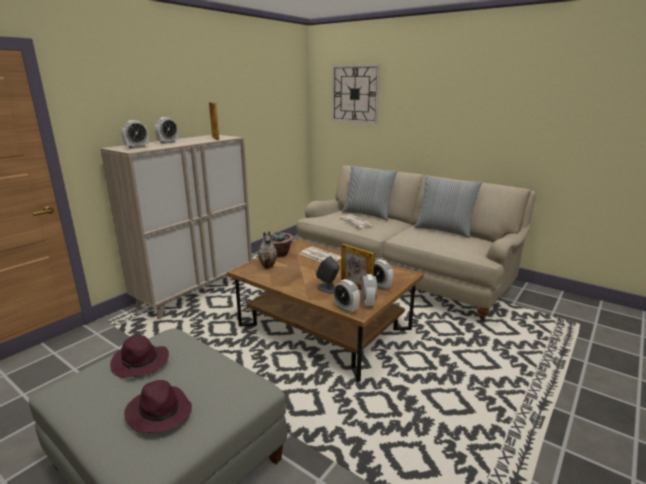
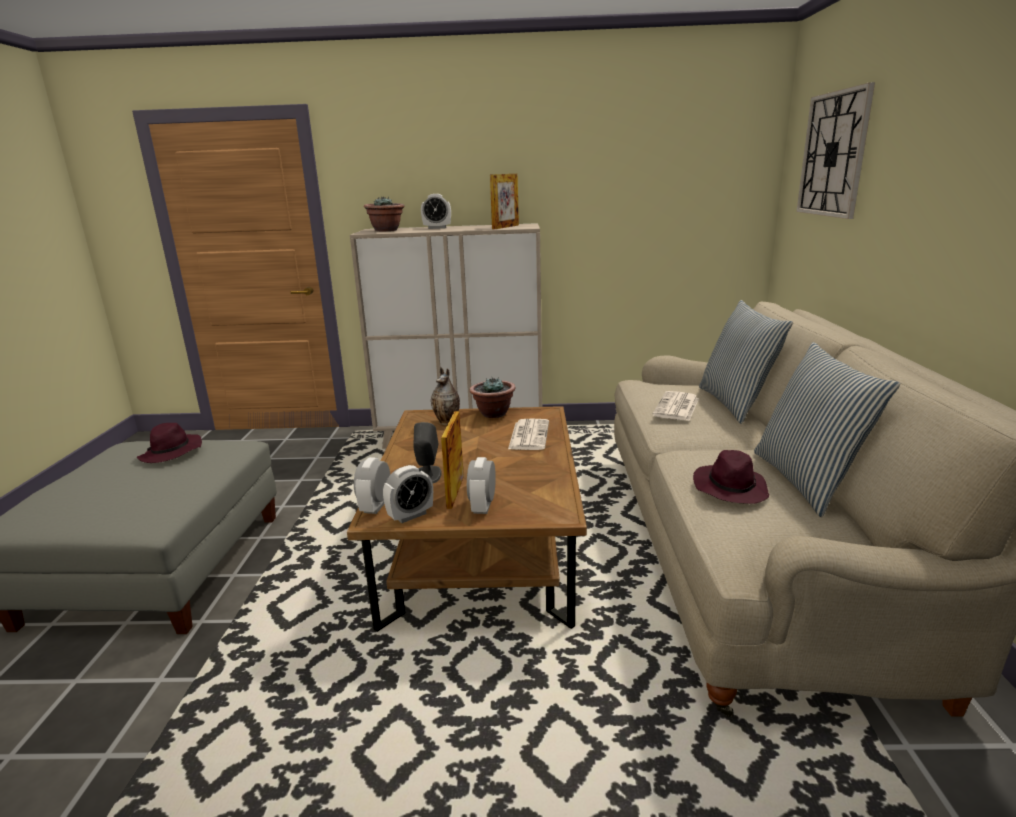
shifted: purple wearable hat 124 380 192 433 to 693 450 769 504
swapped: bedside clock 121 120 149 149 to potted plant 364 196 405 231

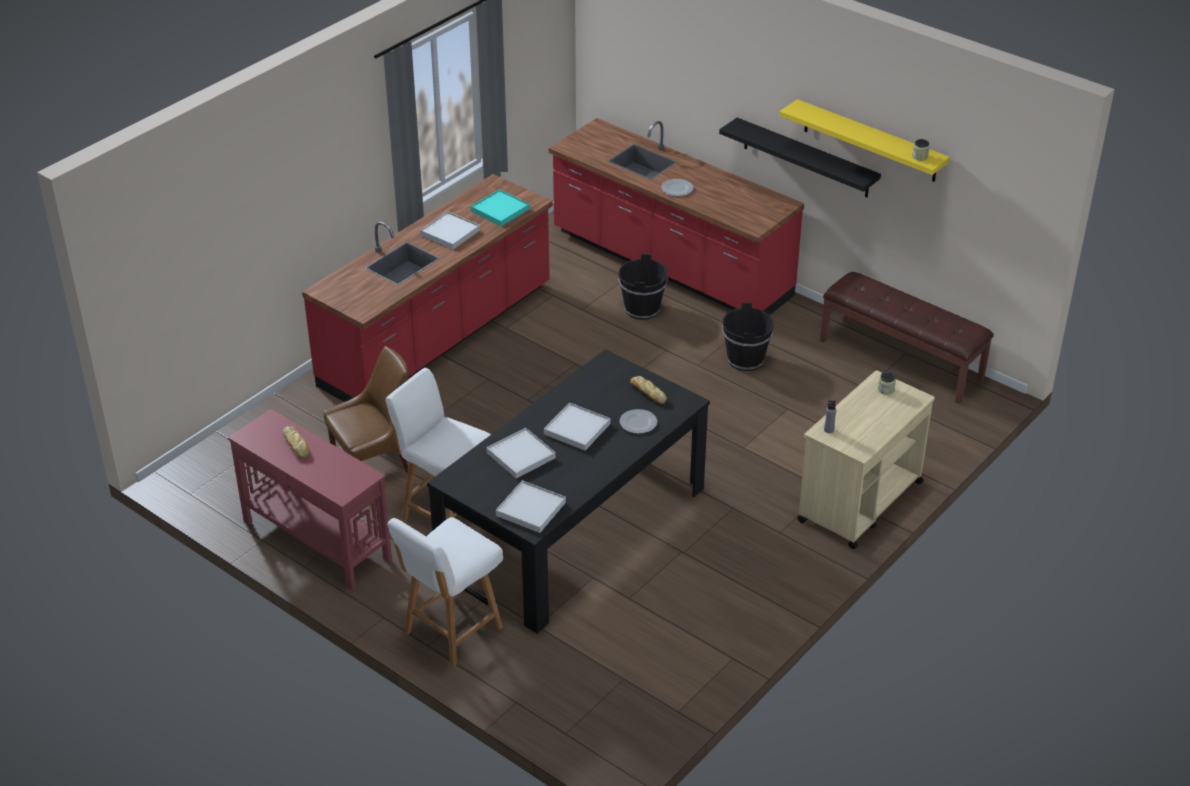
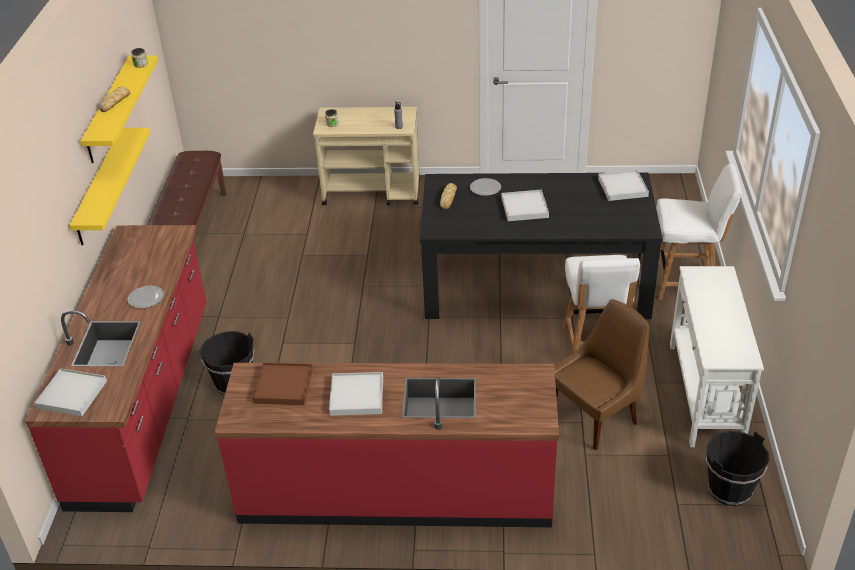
shifted: bakery bread 283 426 309 458 to 99 87 130 112; whitish serving tray 486 428 556 479 to 34 368 107 417; black-coloured water bucket 722 303 774 371 to 706 431 770 506
repainted: reddish hall table 228 409 392 591 to whitish hall table 670 266 764 447; blue-green serving tray 471 189 530 226 to brown serving tray 253 363 313 405; black-coloured wall shelf 719 118 881 198 to yellow-coloured wall shelf 69 128 150 246
rotated: brown plain chair 323 346 408 473 = 554 299 649 450 120 degrees clockwise

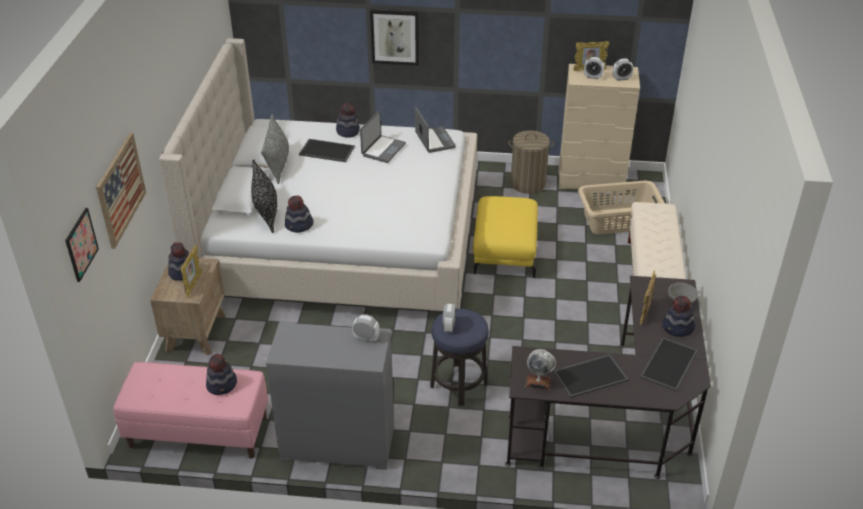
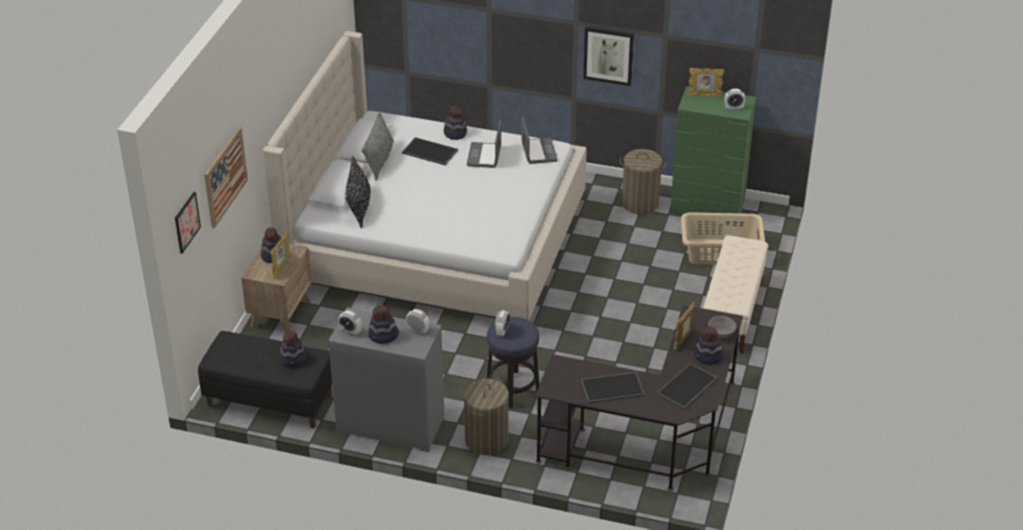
gone: yellow-coloured footrest 473 196 538 278; globe 526 349 556 390
new: washing basket 464 378 509 455
shifted: wearable hat 285 195 313 233 to 368 305 399 344; picture 370 9 419 66 to 583 26 634 86; bedside clock 584 57 604 79 to 338 310 362 336
repainted: pink long seat 113 362 268 458 to black-coloured long seat 198 331 332 428; sand-coloured dresser 559 64 640 192 to green-coloured dresser 670 86 756 223
rotated: laptop 360 111 406 163 = 467 120 501 168 150 degrees clockwise

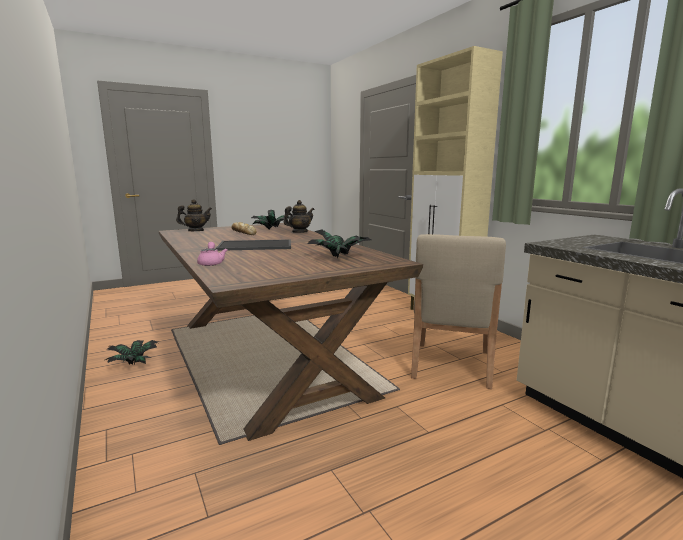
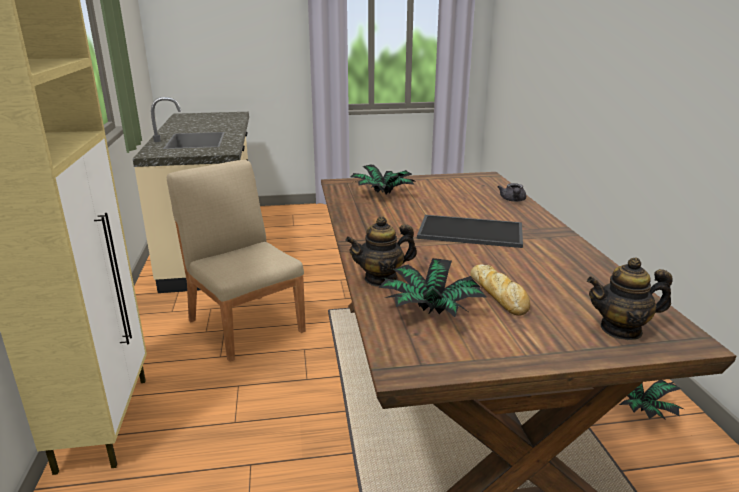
repainted: pink teapot 197 242 227 266 to gray teapot 498 183 526 202
rotated: sand-coloured plain chair 411 234 506 389 = 167 160 306 362 75 degrees counterclockwise

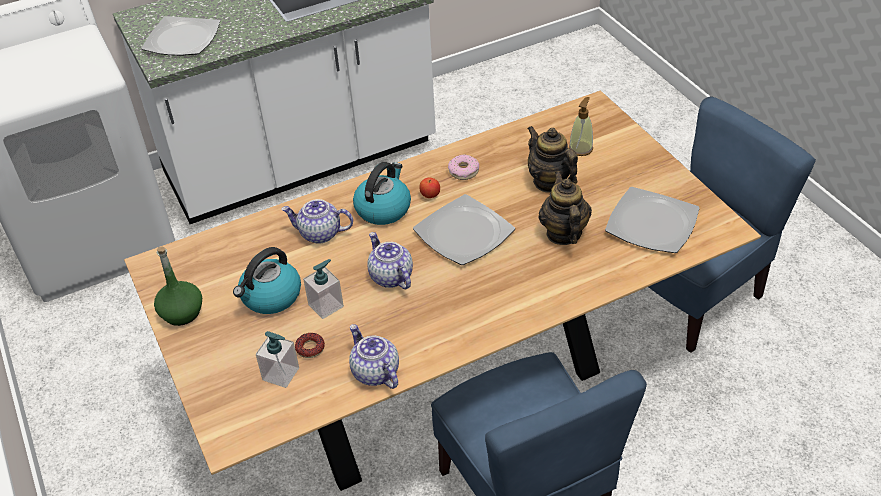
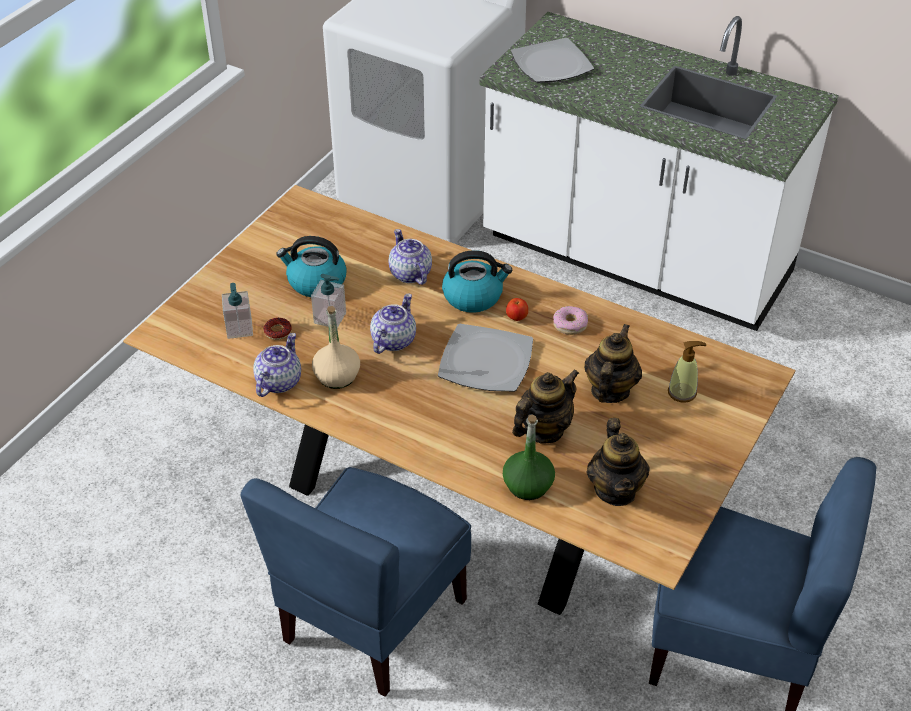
new: sand-coloured drink bottle 312 306 360 389
shifted: green-coloured drink bottle 154 246 202 326 to 503 415 555 500
swapped: dinner plate 605 187 700 253 to teapot 586 418 650 506

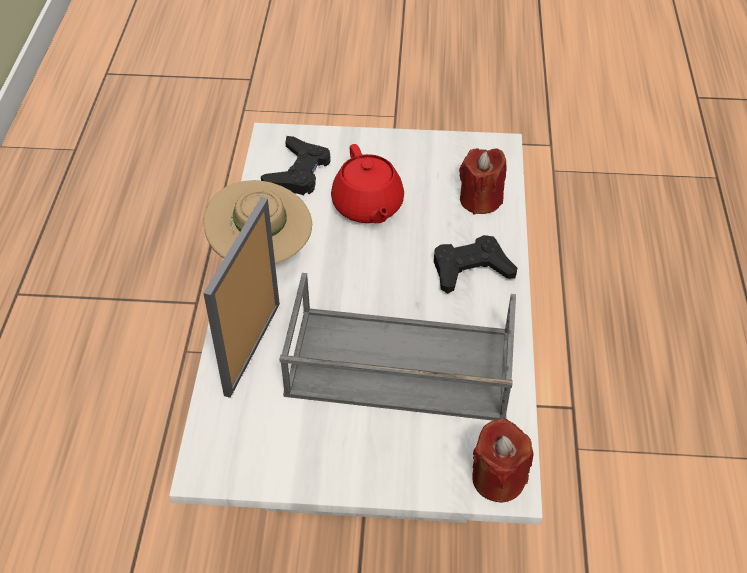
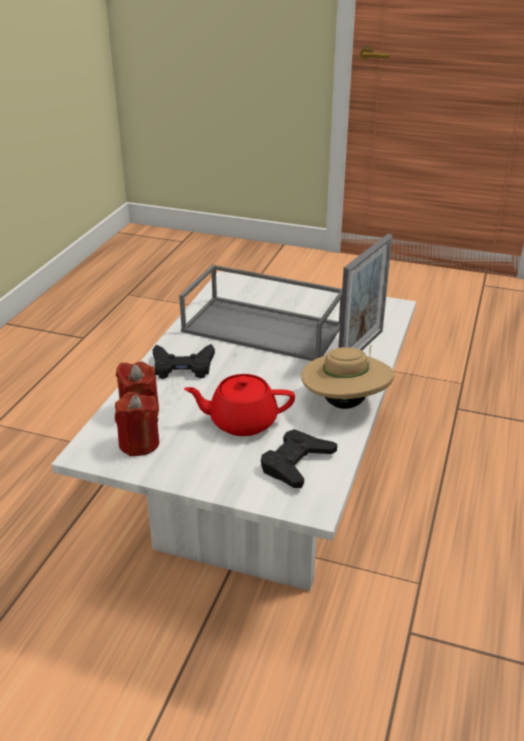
shifted: reddish candle 472 418 534 503 to 115 392 159 456
rotated: reddish teapot 331 144 404 223 = 184 374 295 436 90 degrees counterclockwise

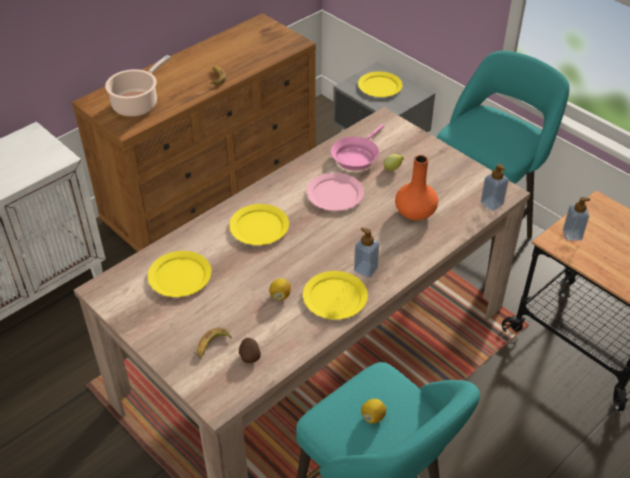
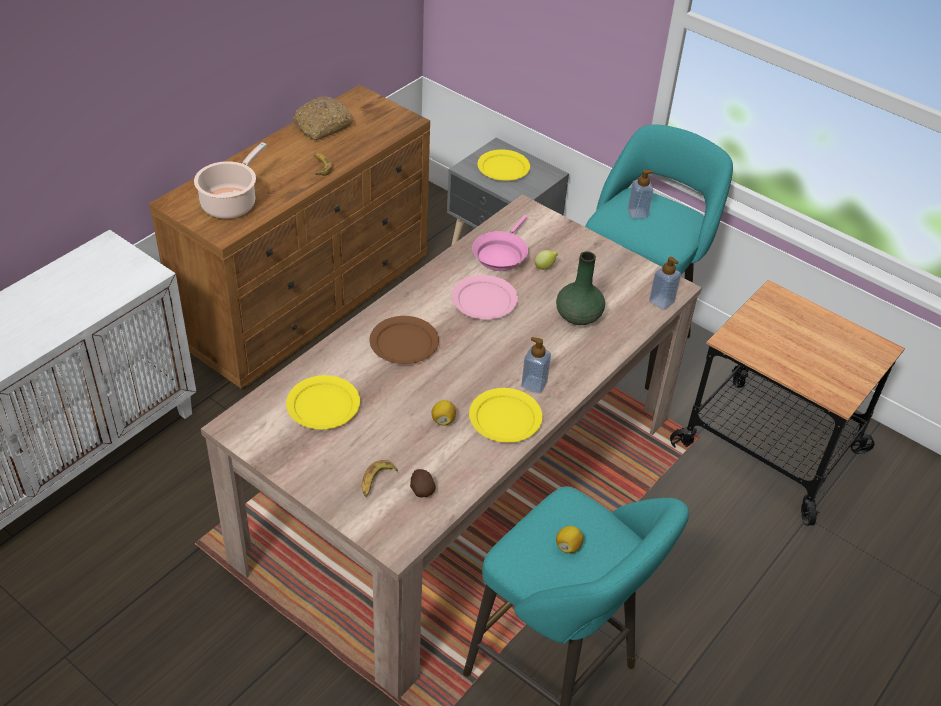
new: bakery bread 293 97 353 140
shifted: liquid soap bottle 563 197 590 241 to 628 170 653 218
repainted: yellow-coloured dinner plate 229 204 289 245 to brown dinner plate 370 316 439 364; orange-coloured decorative vase 395 155 438 220 to green-coloured decorative vase 556 251 605 325

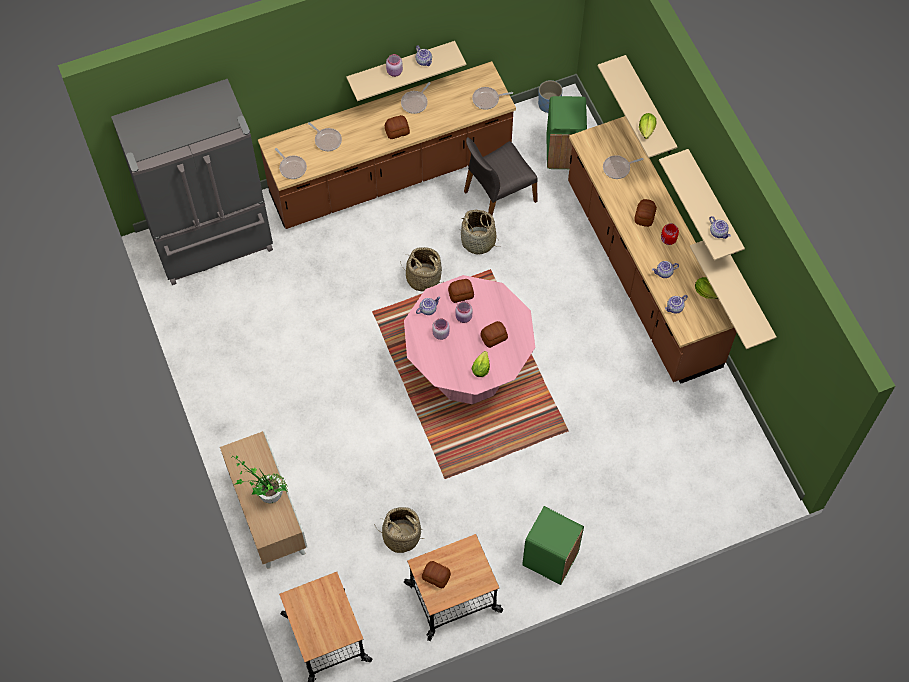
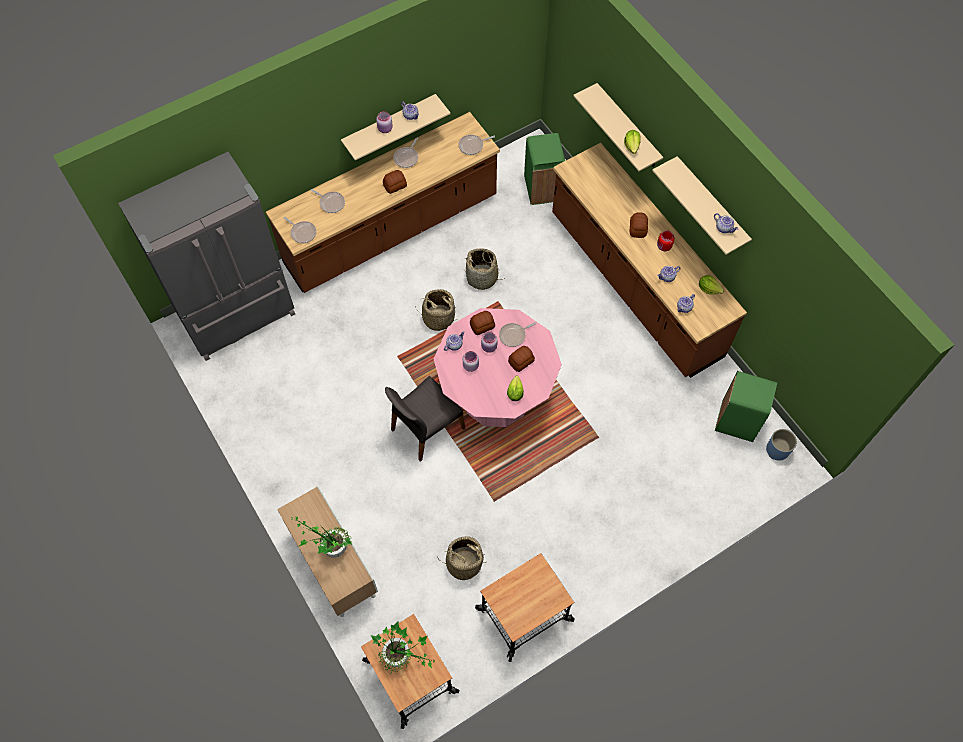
gone: bakery bread 422 561 451 588; sand-coloured wall shelf 690 241 776 349
new: potted plant 371 622 435 675
shifted: gray plain chair 464 137 538 216 to 385 376 465 462; green-coloured trash can 522 506 584 585 to 715 371 777 442; blue-coloured flower pot 538 80 563 113 to 766 429 797 461; pan 603 155 643 179 to 499 322 537 347

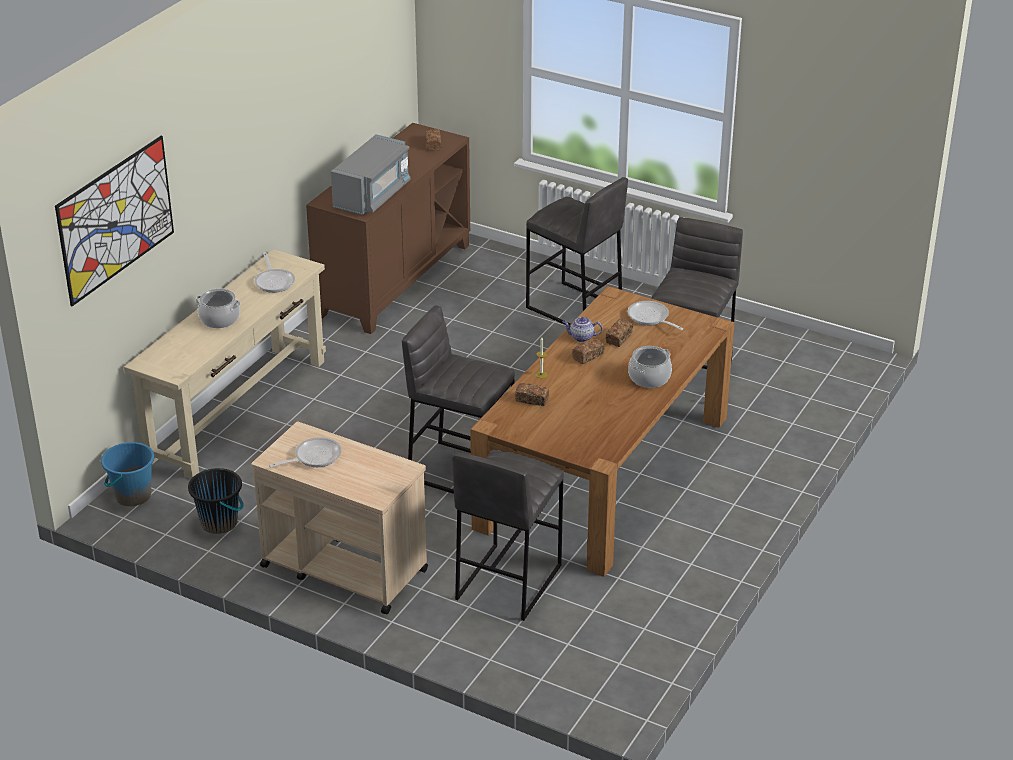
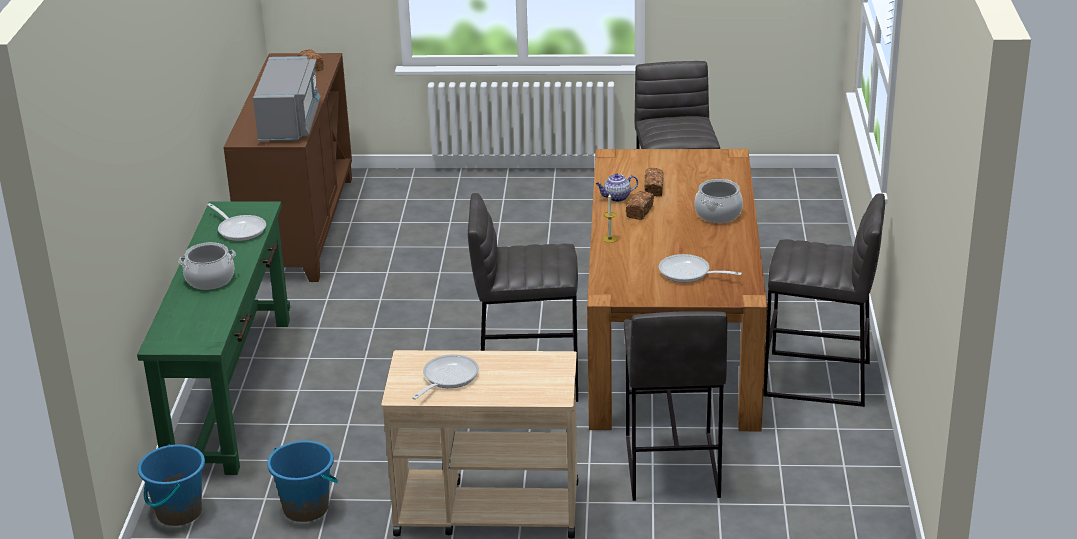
gone: picture 55 136 174 306; bakery bread 515 383 549 406
shifted: gray stool seat 526 177 628 325 to 763 193 885 407; pan 628 301 683 330 to 659 254 742 283
repainted: sand-coloured hall table 124 249 326 479 to green-coloured hall table 137 201 290 475; black-coloured water bucket 188 468 244 534 to blue-coloured water bucket 267 440 338 522

